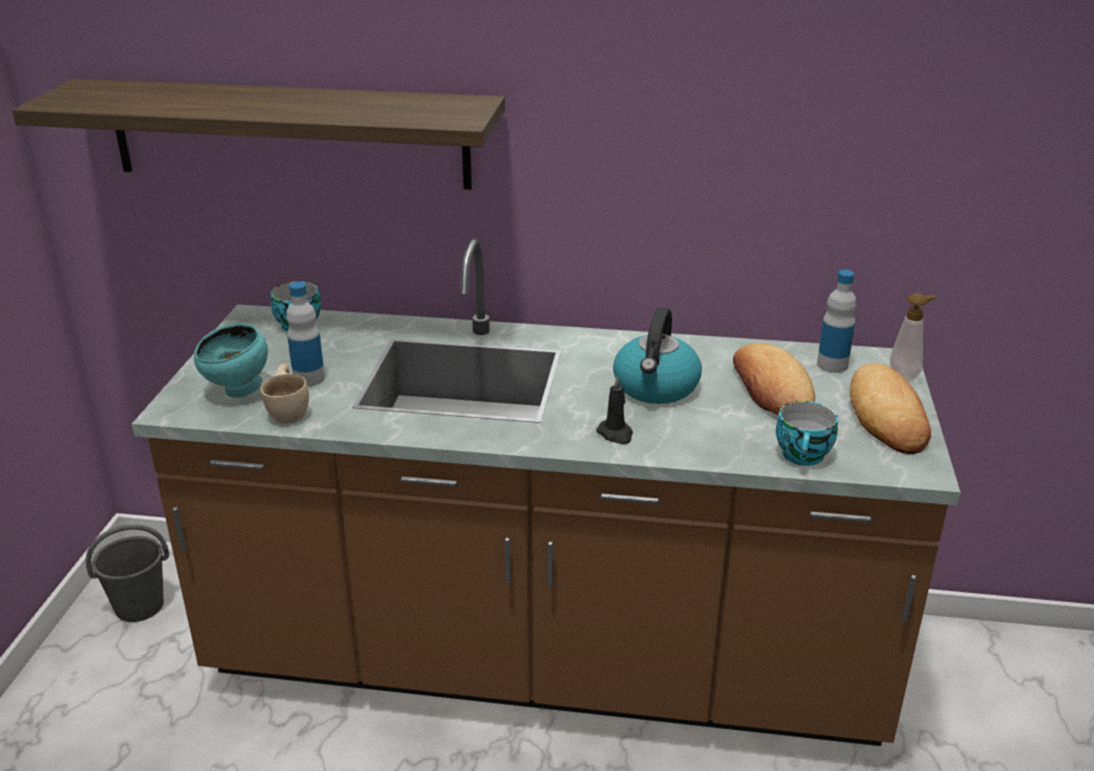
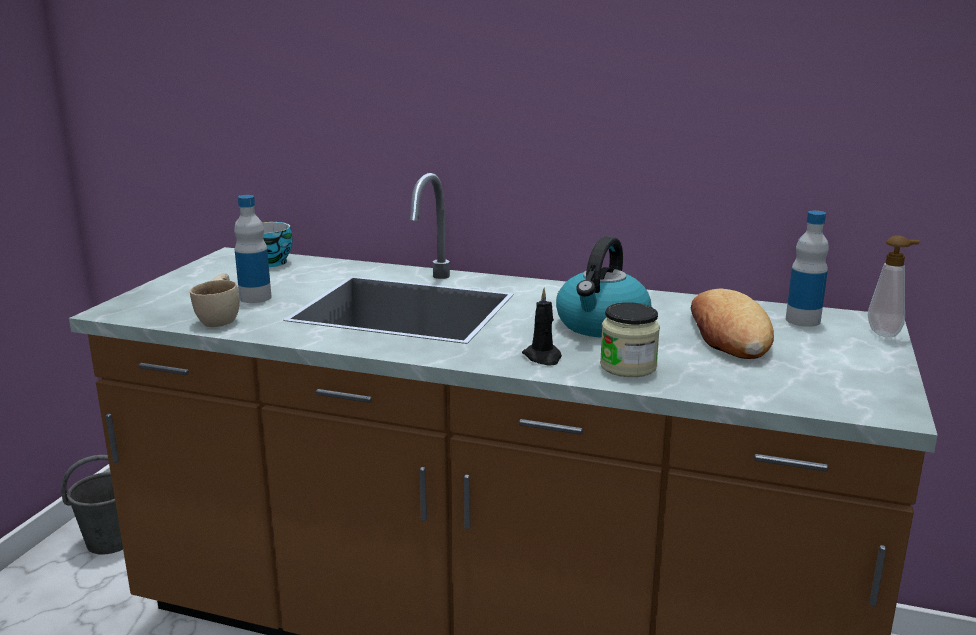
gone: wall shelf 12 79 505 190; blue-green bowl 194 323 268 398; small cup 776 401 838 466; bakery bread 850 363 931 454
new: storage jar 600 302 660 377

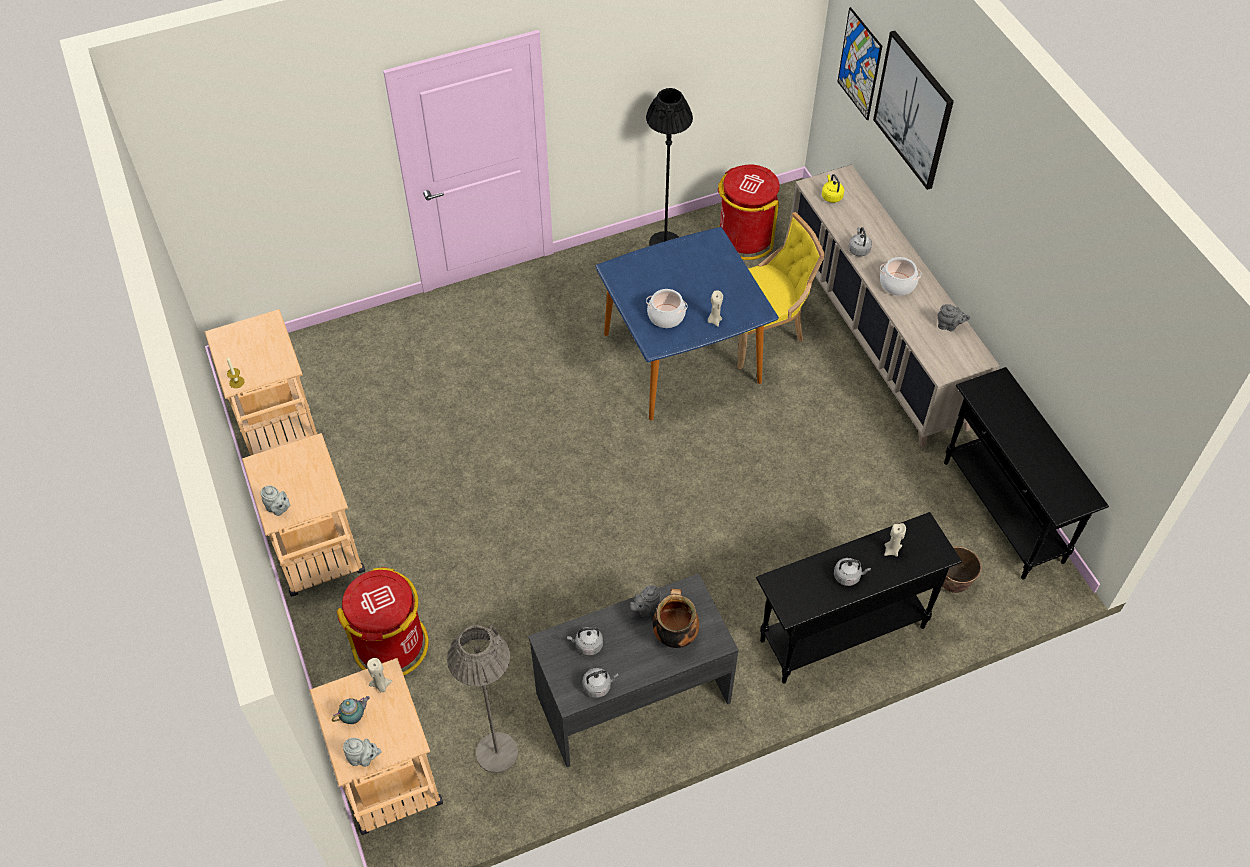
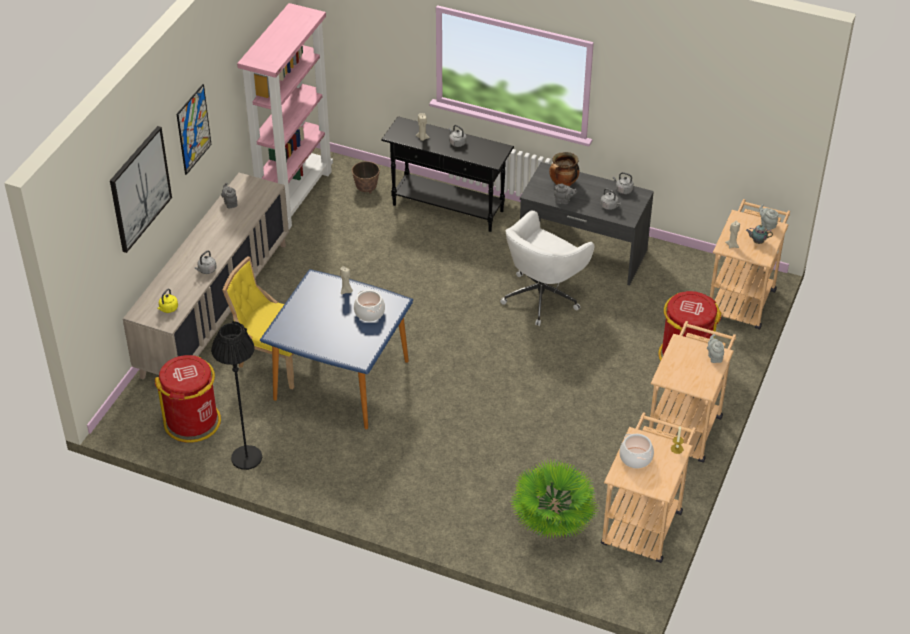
gone: gray standard lamp 447 624 518 773
new: whitish office chair 500 211 594 326; potted plant 510 458 598 539
shifted: picture 837 7 882 120 to 177 84 211 175; stockpot 880 257 921 296 to 619 434 654 469
swapped: black-coloured hall table 944 367 1109 580 to pink bookcase 237 3 333 229

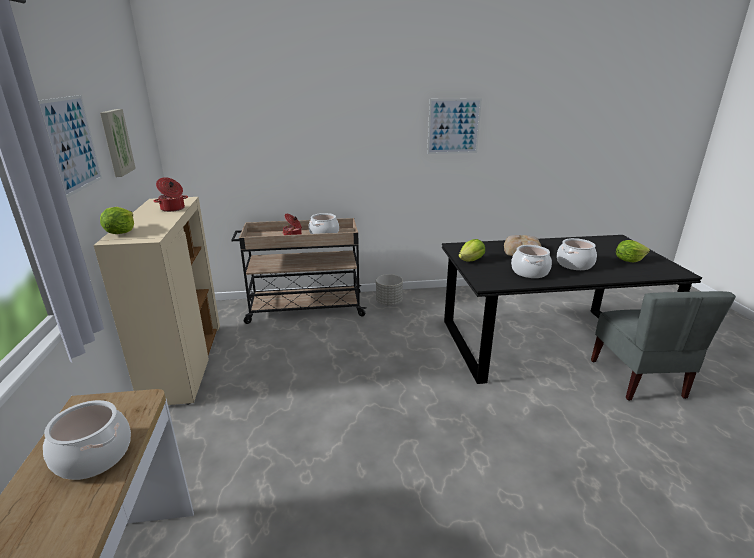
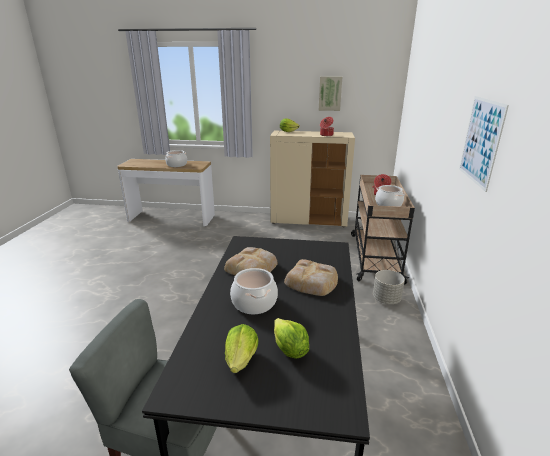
gone: picture 38 95 102 198
shifted: lettuce 459 239 485 261 to 274 318 309 359
swapped: stockpot 511 245 552 278 to bakery bread 224 247 278 275

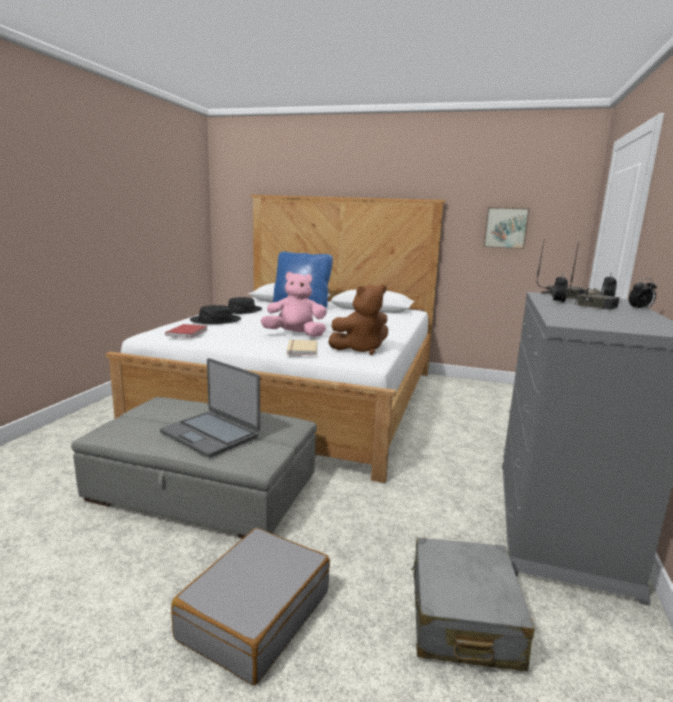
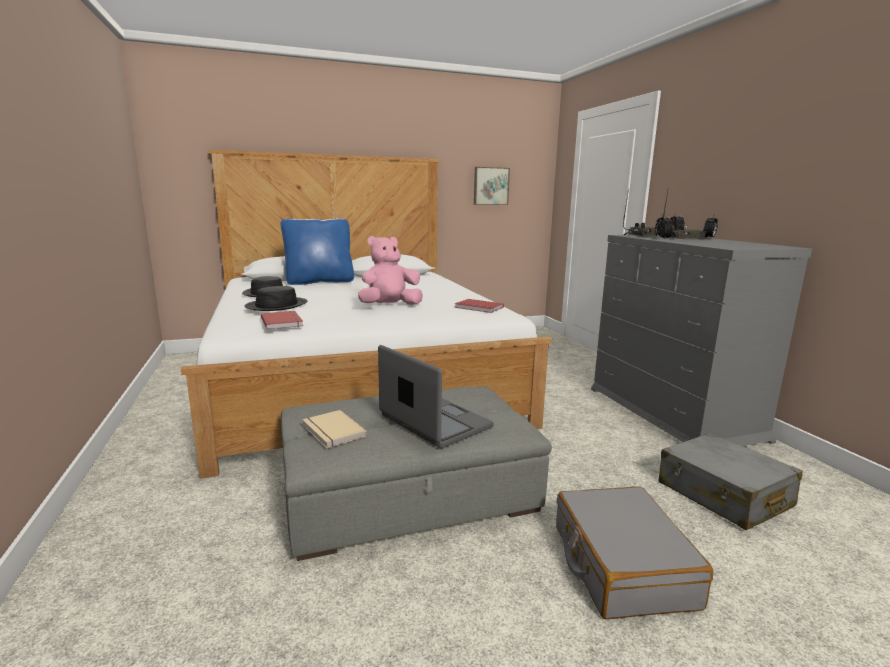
shifted: sand-coloured book 287 340 317 355 to 302 410 367 448
swapped: brown plush toy 328 284 388 355 to reddish book 455 299 504 313
rotated: laptop 160 358 260 458 = 378 345 494 448 135 degrees counterclockwise

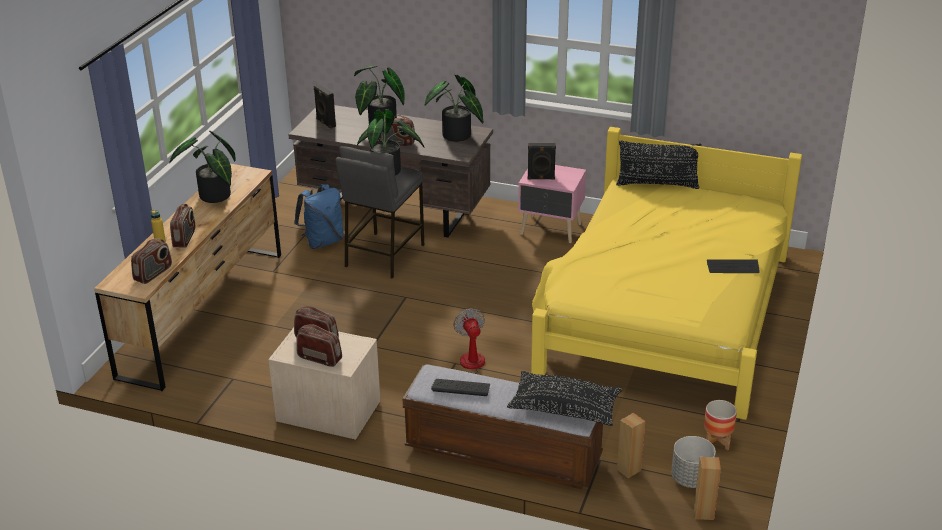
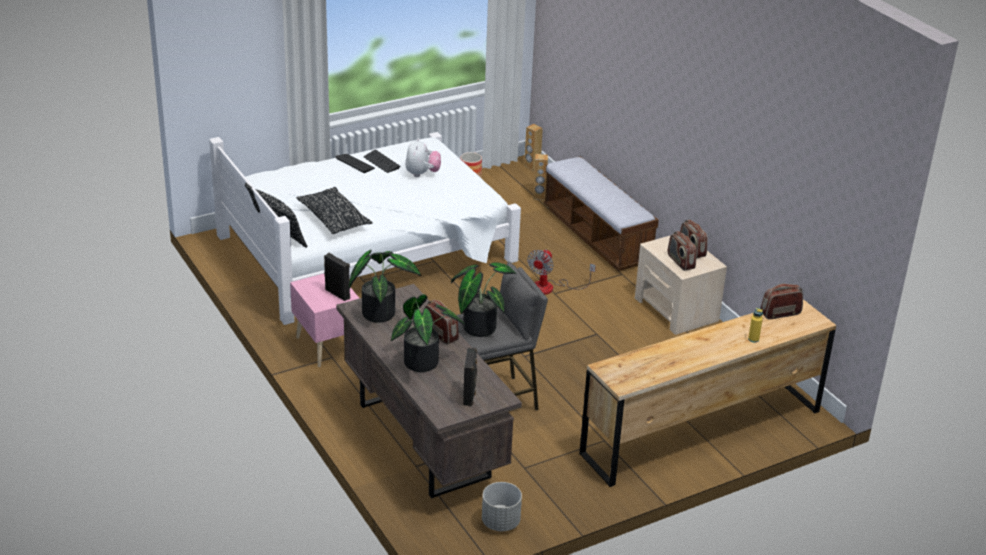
gone: potted plant 169 131 235 203; radio receiver 170 204 195 248; blue-coloured knapsack 294 184 344 249
new: plush toy 405 138 441 177
shifted: computer keyboard 431 379 490 396 to 364 150 400 173; black-coloured pillow 507 371 622 426 to 296 187 373 234; gray flower pot 671 436 716 488 to 482 482 522 531
repainted: yellow-coloured sleeping bed 531 127 802 420 to whitish sleeping bed 209 132 521 325

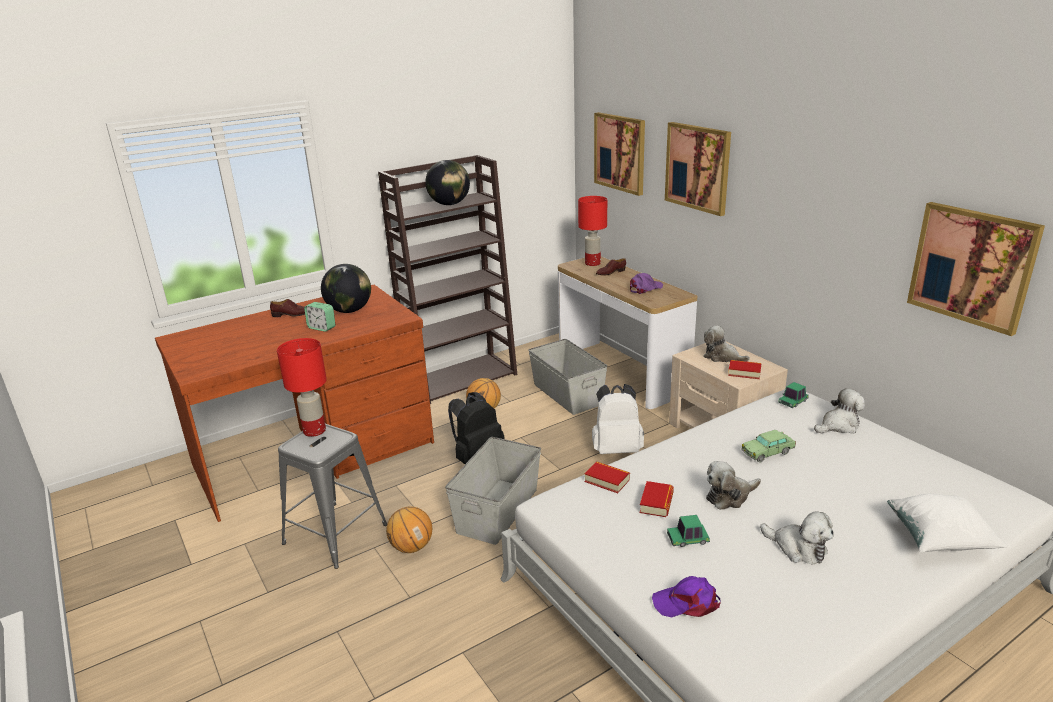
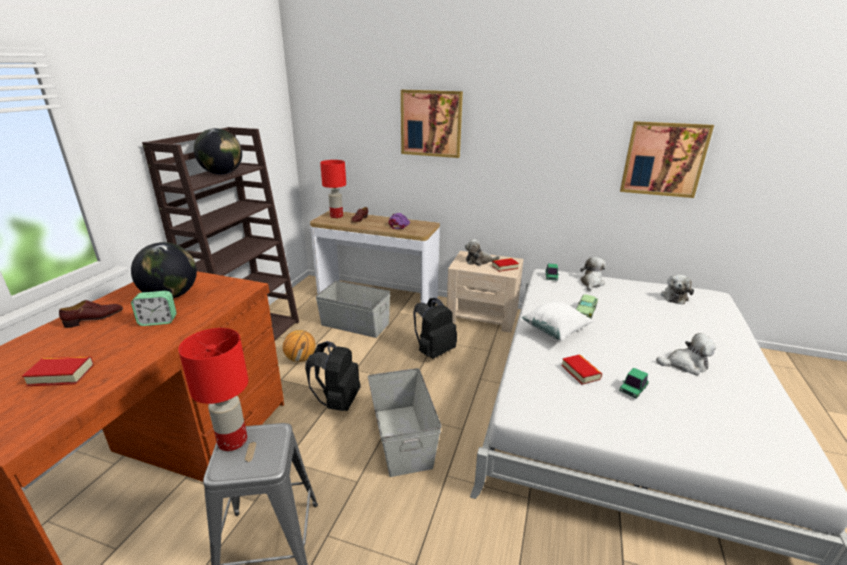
gone: basketball ball 386 506 432 553; picture 594 112 645 196; purple cap 652 576 721 617
shifted: book 585 461 630 493 to 22 356 93 386; plush toy 706 461 761 510 to 660 274 694 305; whitish pillow 887 494 1008 552 to 522 301 594 341
repainted: whitish knapsack 592 384 644 454 to black-coloured knapsack 413 298 457 359

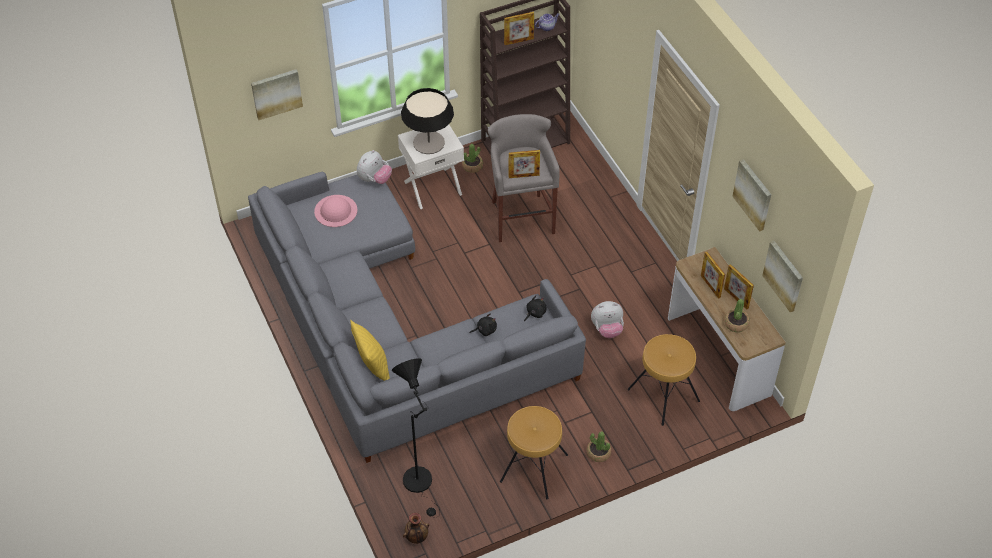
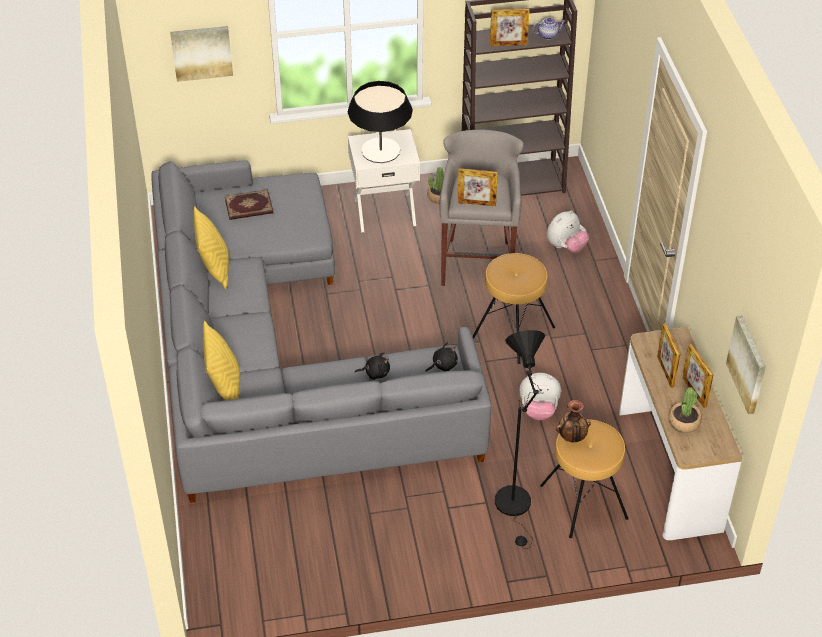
gone: potted plant 587 432 611 462; picture 732 159 771 232
new: yellow-coloured pillow 194 206 229 289
shifted: plush toy 357 150 392 184 to 547 210 589 253; black-coloured standard lamp 392 358 440 518 to 495 330 545 549; decorative vase 403 513 429 544 to 556 400 591 443; brown stool seat 500 406 568 499 to 473 253 555 364
swapped: pink wearable hat 314 195 357 227 to book 225 189 273 220

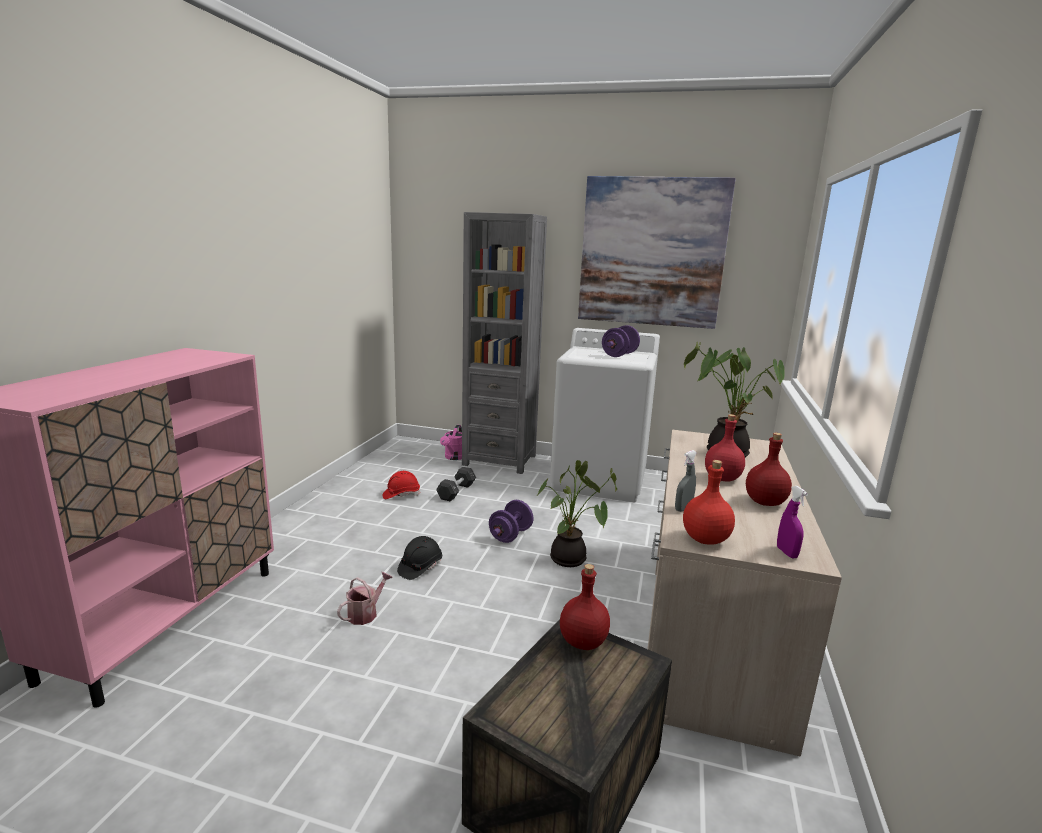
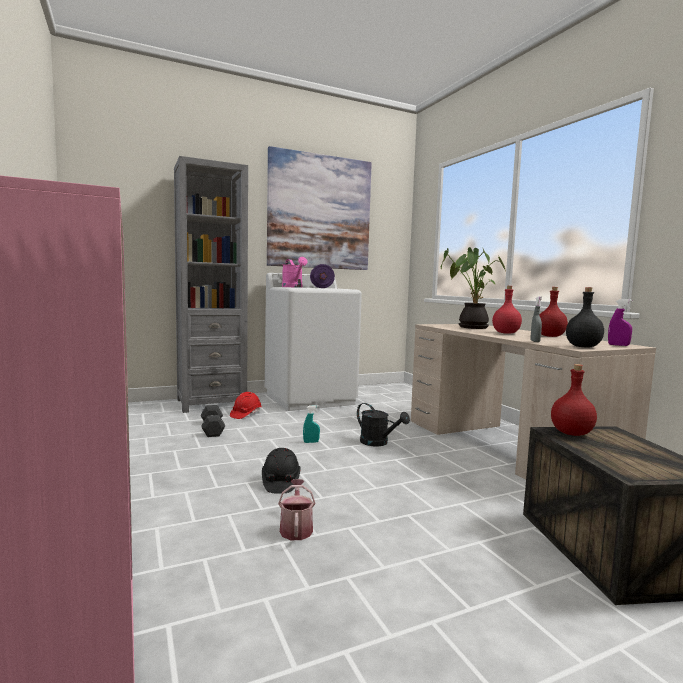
shifted: reddish hard hat 383 471 420 499 to 230 392 262 419; pink sprinkling can 440 425 462 460 to 282 257 307 288
swapped: purple hand weight 489 500 533 543 to blue-green spray bottle 303 405 320 443; potted plant 538 460 617 567 to black-coloured sprinkling can 357 403 410 446
repainted: reddish drink bottle 683 460 735 545 to black-coloured drink bottle 566 287 604 348

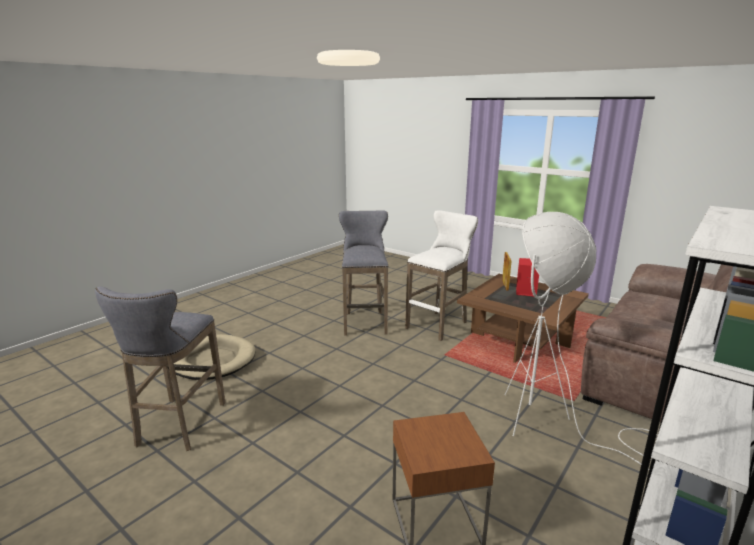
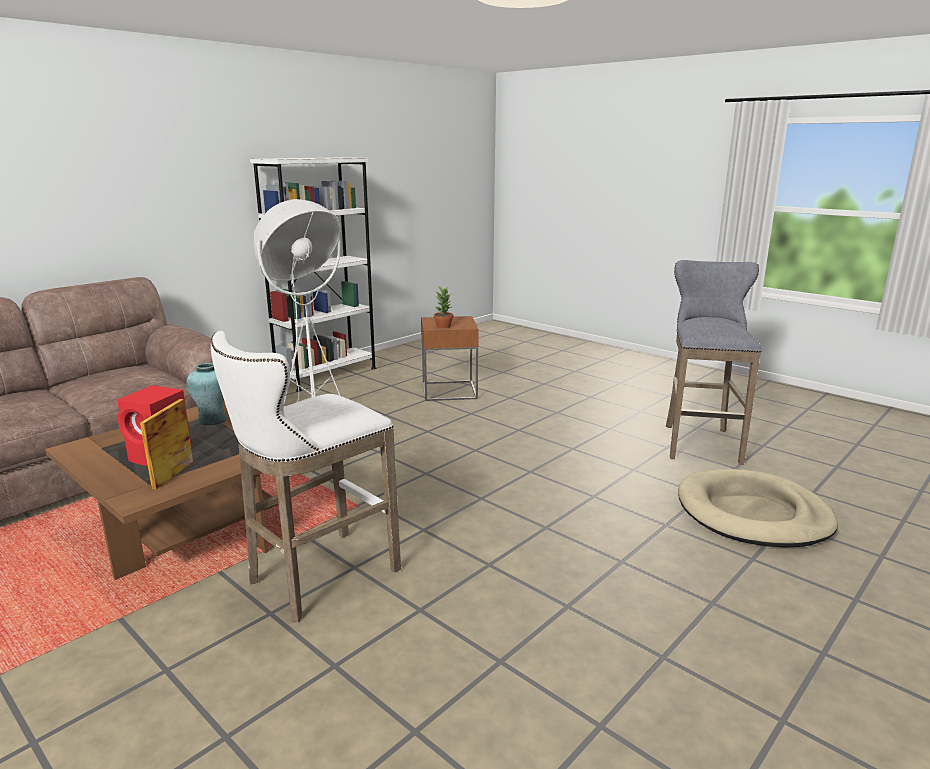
gone: gray stool seat 339 210 388 336
new: blue-green decorative vase 186 363 227 426; potted plant 434 285 454 328

